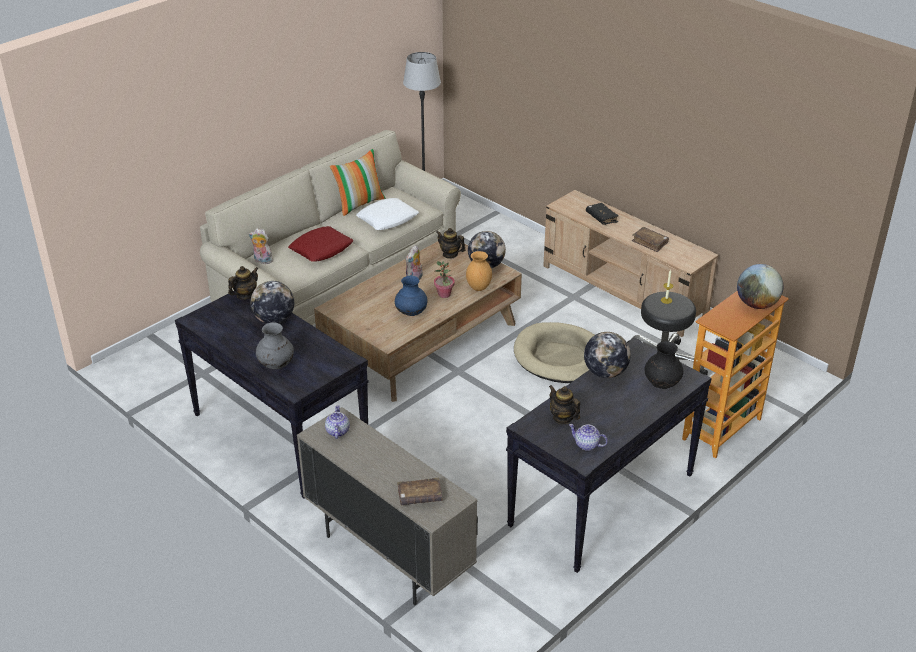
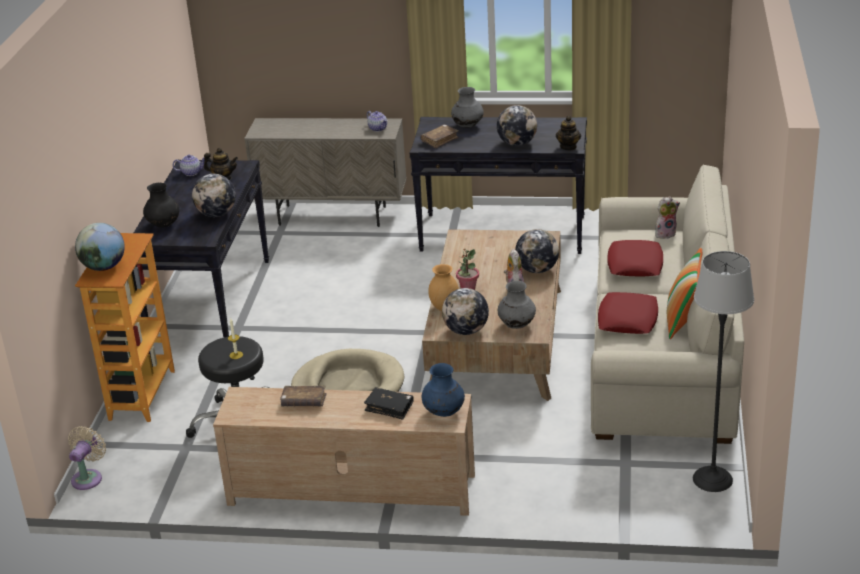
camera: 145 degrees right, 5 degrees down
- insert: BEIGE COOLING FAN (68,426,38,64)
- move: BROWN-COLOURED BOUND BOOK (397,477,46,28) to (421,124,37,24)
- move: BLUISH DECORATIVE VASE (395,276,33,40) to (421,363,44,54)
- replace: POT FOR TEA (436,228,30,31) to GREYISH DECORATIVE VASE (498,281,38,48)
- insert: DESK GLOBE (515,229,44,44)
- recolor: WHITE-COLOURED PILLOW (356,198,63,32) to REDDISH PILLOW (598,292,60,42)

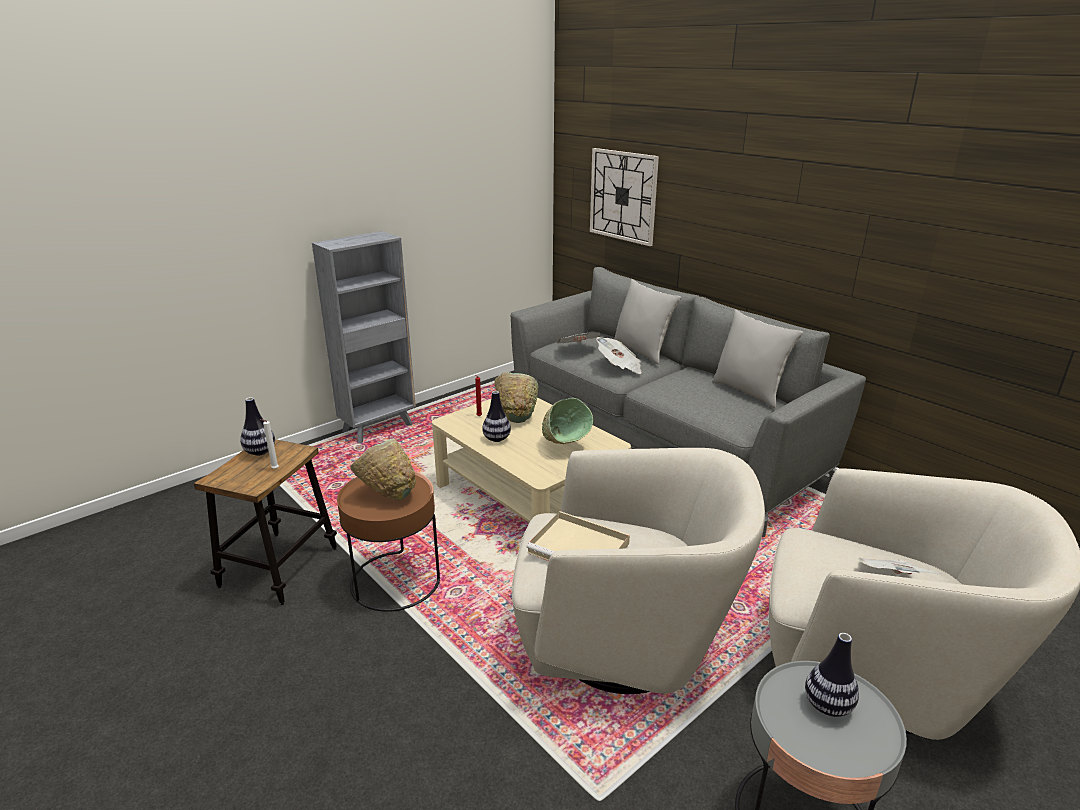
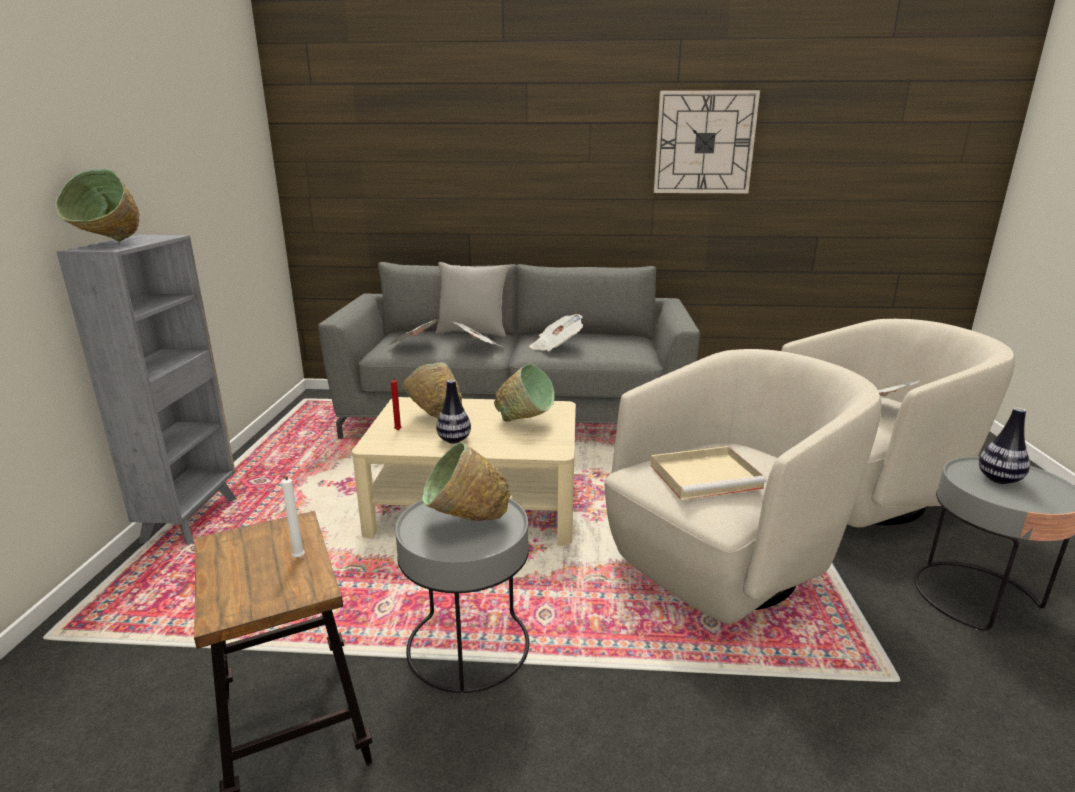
camera: 45 degrees left, 5 degrees down
- insert: GREENISH SERVING BOWL (55,169,84,72)
- recolor: BROWN-COLOURED END TABLE (337,471,103,141) to GREYISH END TABLE (395,498,134,195)
- insert: NEWSPAPER (529,314,54,37)
- move: CLOCK ON THE WALL (590,148,69,98) to (654,90,106,103)
- delete: DECORATIVE VASE (240,397,35,59)
- delete: GREYISH PILLOW (712,310,91,99)

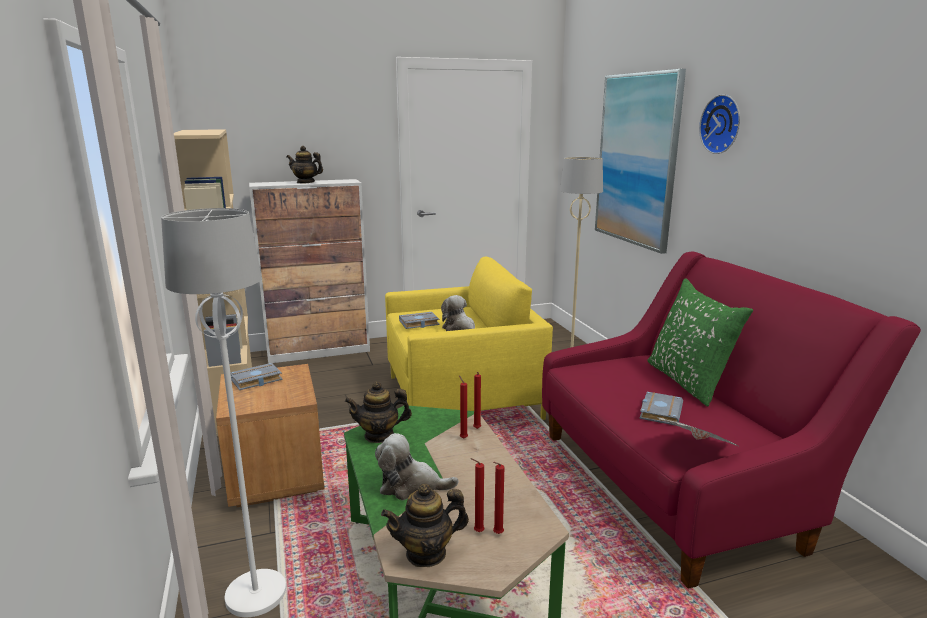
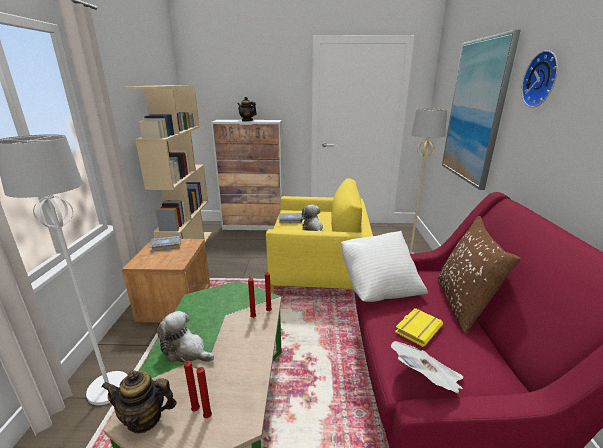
camera: 20 degrees right, 5 degrees up
- insert: WHITE-COLOURED PILLOW (341,231,87,71)
- recolor: GREYISH BOUND BOOK (639,392,44,34) to YELLOW-COLOURED BOUND BOOK (395,308,48,39)
- recolor: GREENISH PILLOW (647,278,106,128) to BROWN-COLOURED PILLOW (438,216,83,118)
- delete: POT FOR TEA (345,381,67,62)

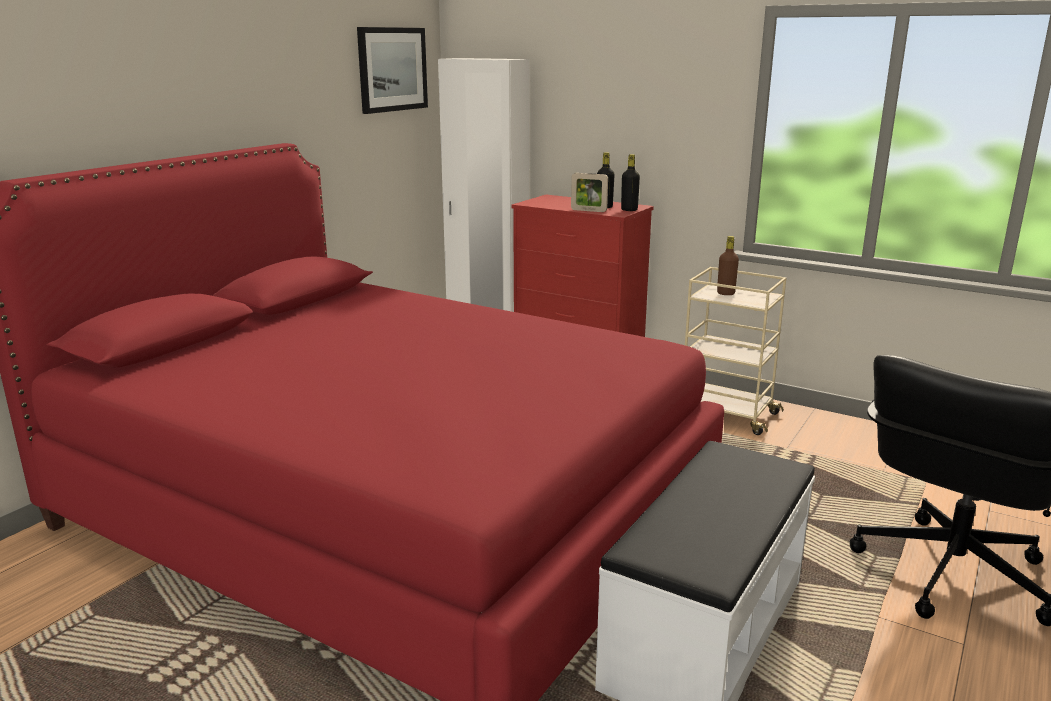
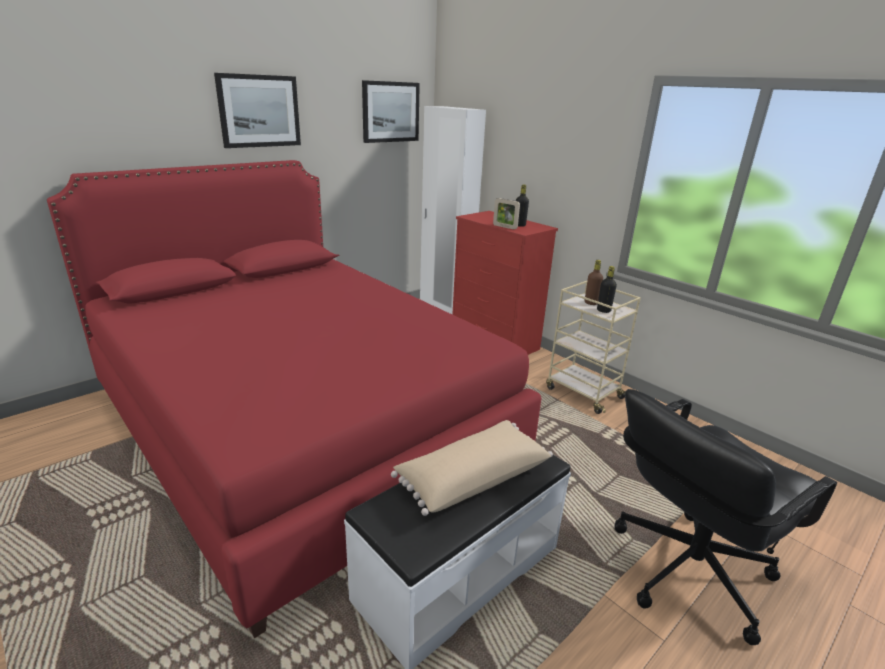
camera: 15 degrees right, 5 degrees up
- insert: WALL PICTURE (214,73,87,75)
- insert: BEIGE PILLOW (391,420,162,96)
- move: BLACKISH DRINK BOTTLE (621,154,19,57) to (597,266,20,47)

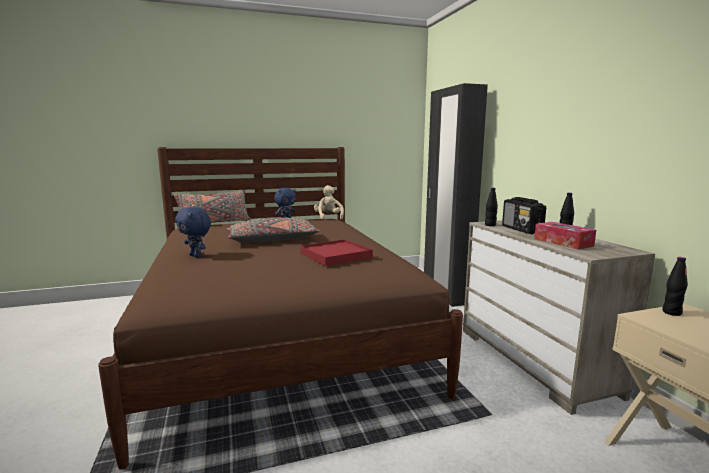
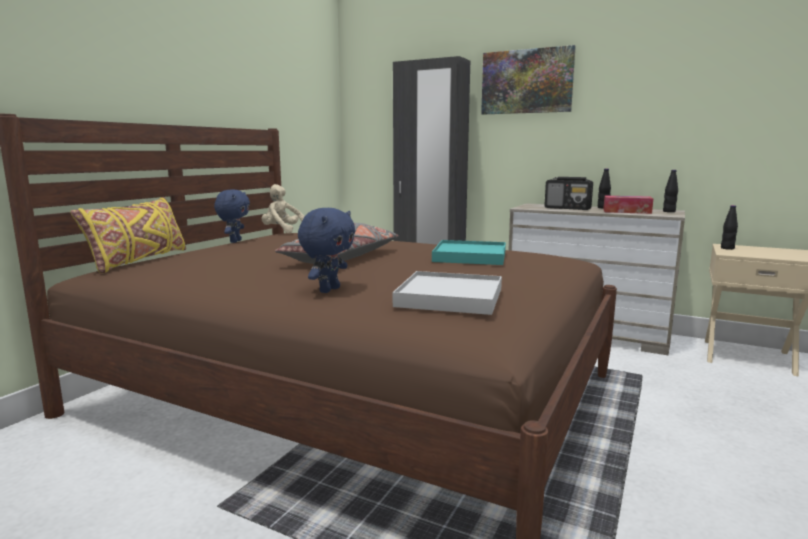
camera: 45 degrees left, 0 degrees up
- recolor: GREYISH PILLOW (174,190,77,33) to YELLOW-COLOURED PILLOW (70,197,116,76)
- rotate: BLUISH SOFT TOY (175,207,36,51) = (298,208,57,85) 60 degrees counterclockwise
- insert: WHITE-COLOURED CARRYING TRAY (393,271,109,44)
- recolor: REDDISH CARRYING TRAY (300,239,73,27) to TURQUOISE-COLOURED CARRYING TRAY (432,240,74,25)
- insert: WALL PICTURE (481,45,95,69)
- move: BLACKISH DRINK BOTTLE (485,188,13,38) to (663,170,15,42)

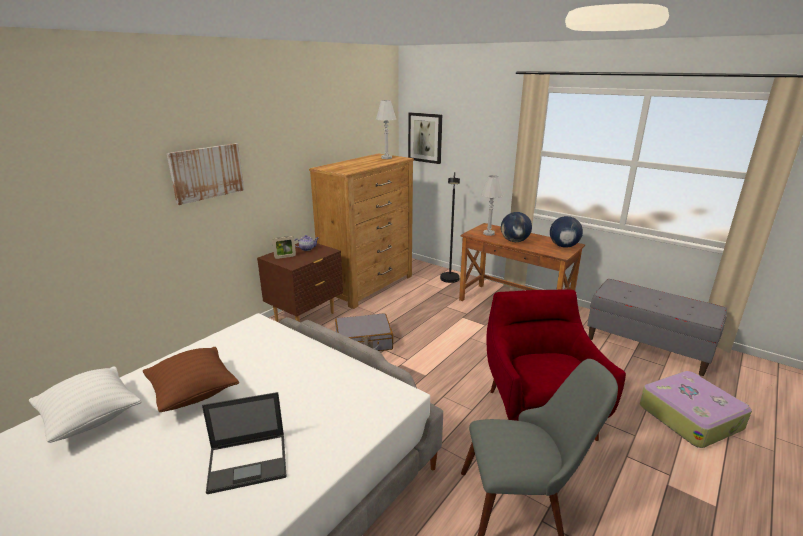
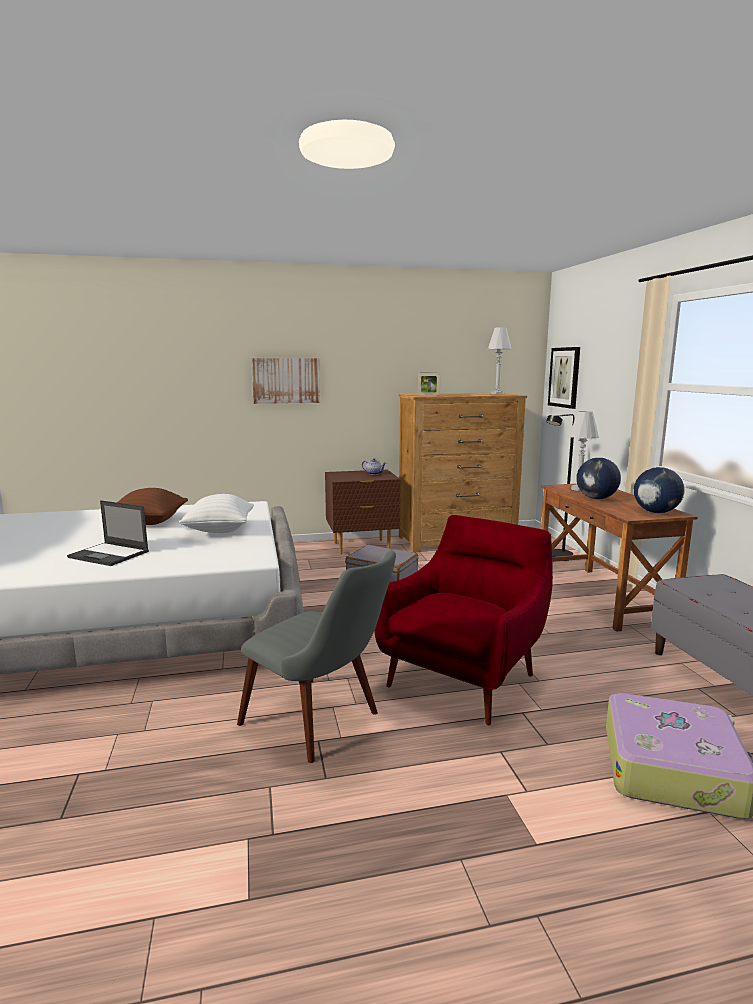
camera: 40 degrees right, 10 degrees down
- move: WHITE-COLOURED PILLOW (29,366,113,77) to (179,494,75,39)
- move: PHOTO FRAME (272,236,24,23) to (418,373,22,23)

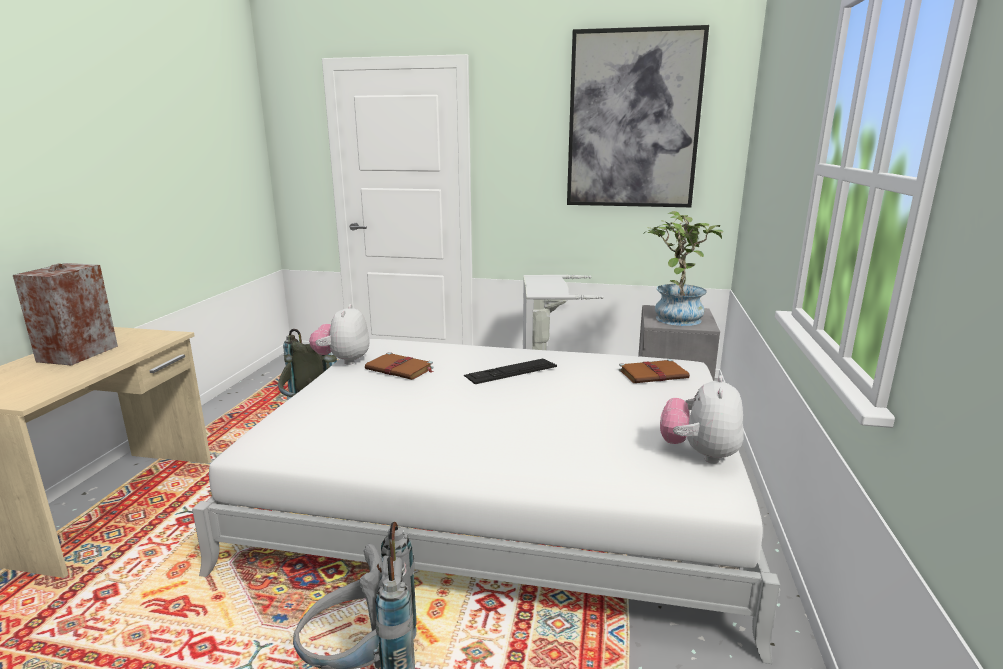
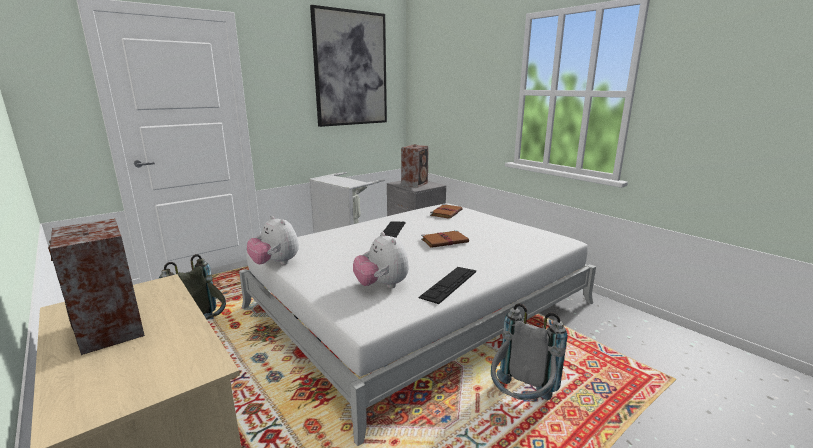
camera: 50 degrees left, 0 degrees up
- move: SOFT TOY (660,375,84,89) to (353,232,56,56)
- replace: POTTED PLANT (643,211,80,115) to LOUDSPEAKER (401,144,28,44)
- insert: PC KEYBOARD (418,267,58,37)
- move: BROWN-COLOURED BOUND BOOK (365,352,69,28) to (421,230,48,18)

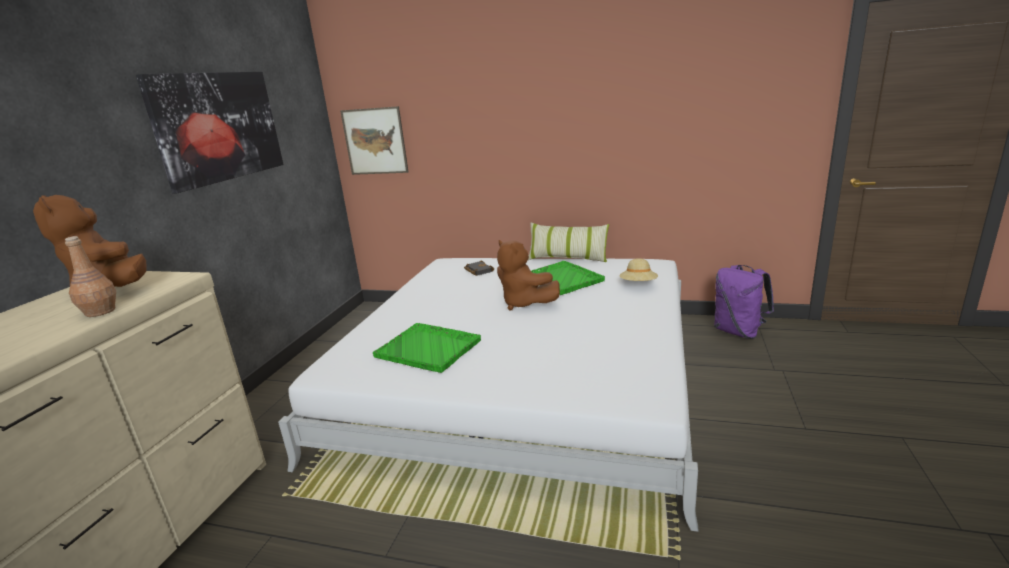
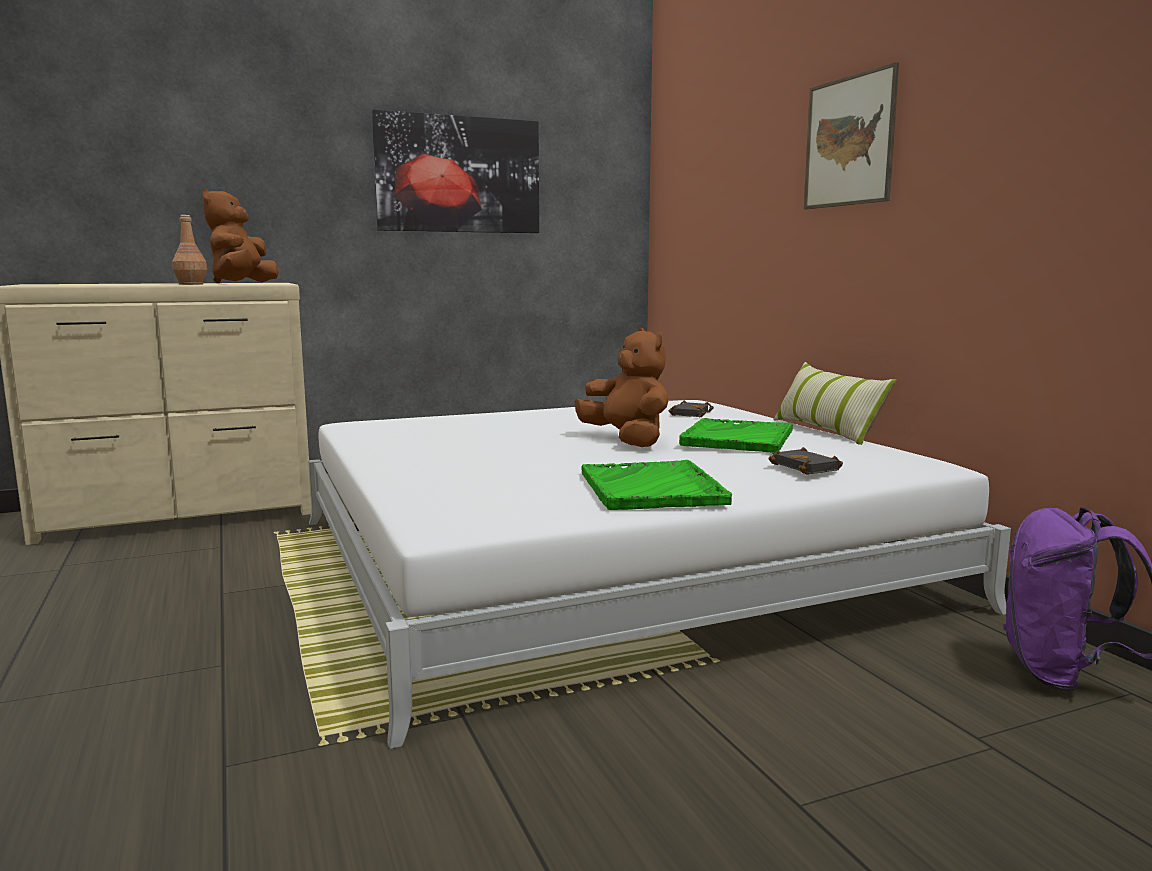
camera: 50 degrees right, 10 degrees down
- rotate: BROWN-COLOURED SOFT TOY (497,240,63,70) = (574,328,94,119) 135 degrees clockwise
- move: GREENISH CARRYING TRAY (373,323,108,50) to (581,460,151,50)
- replace: BEIGE WEARABLE HAT (619,258,39,23) to BLACKISH BOUND BOOK (768,447,75,28)
- move: WALL PICTURE (340,106,69,69) to (804,62,95,147)

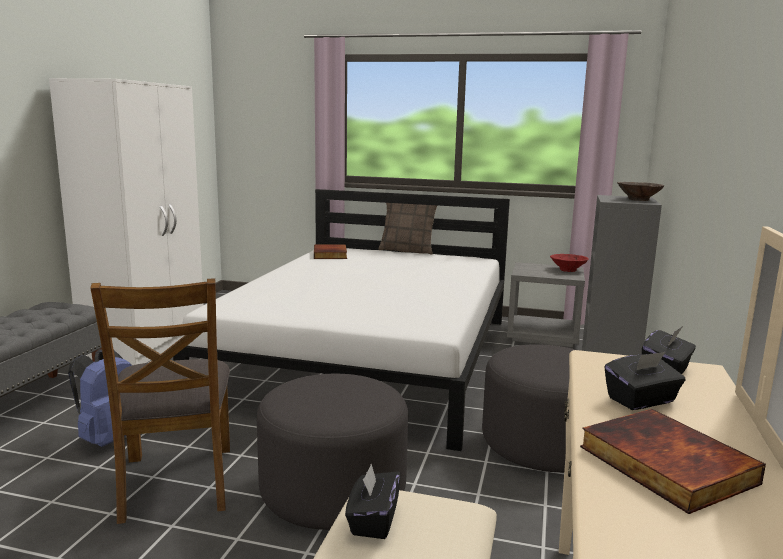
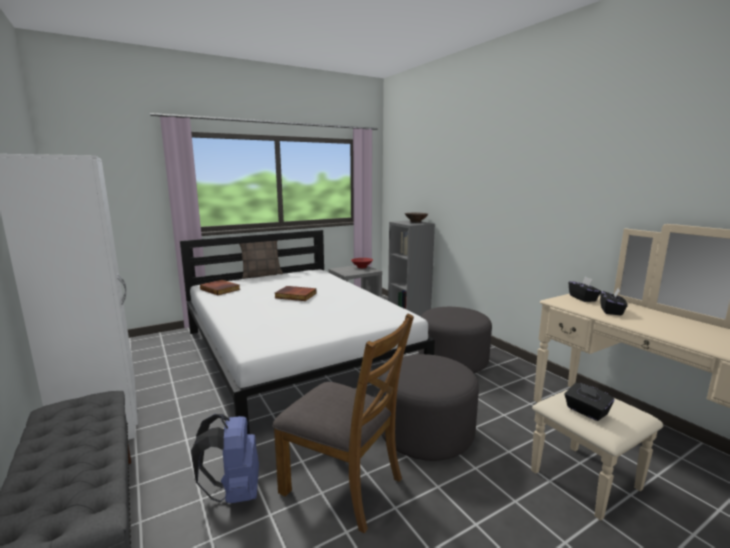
camera: 45 degrees left, 0 degrees up
- move: BOUND BOOK (580,409,186,105) to (275,286,42,15)

